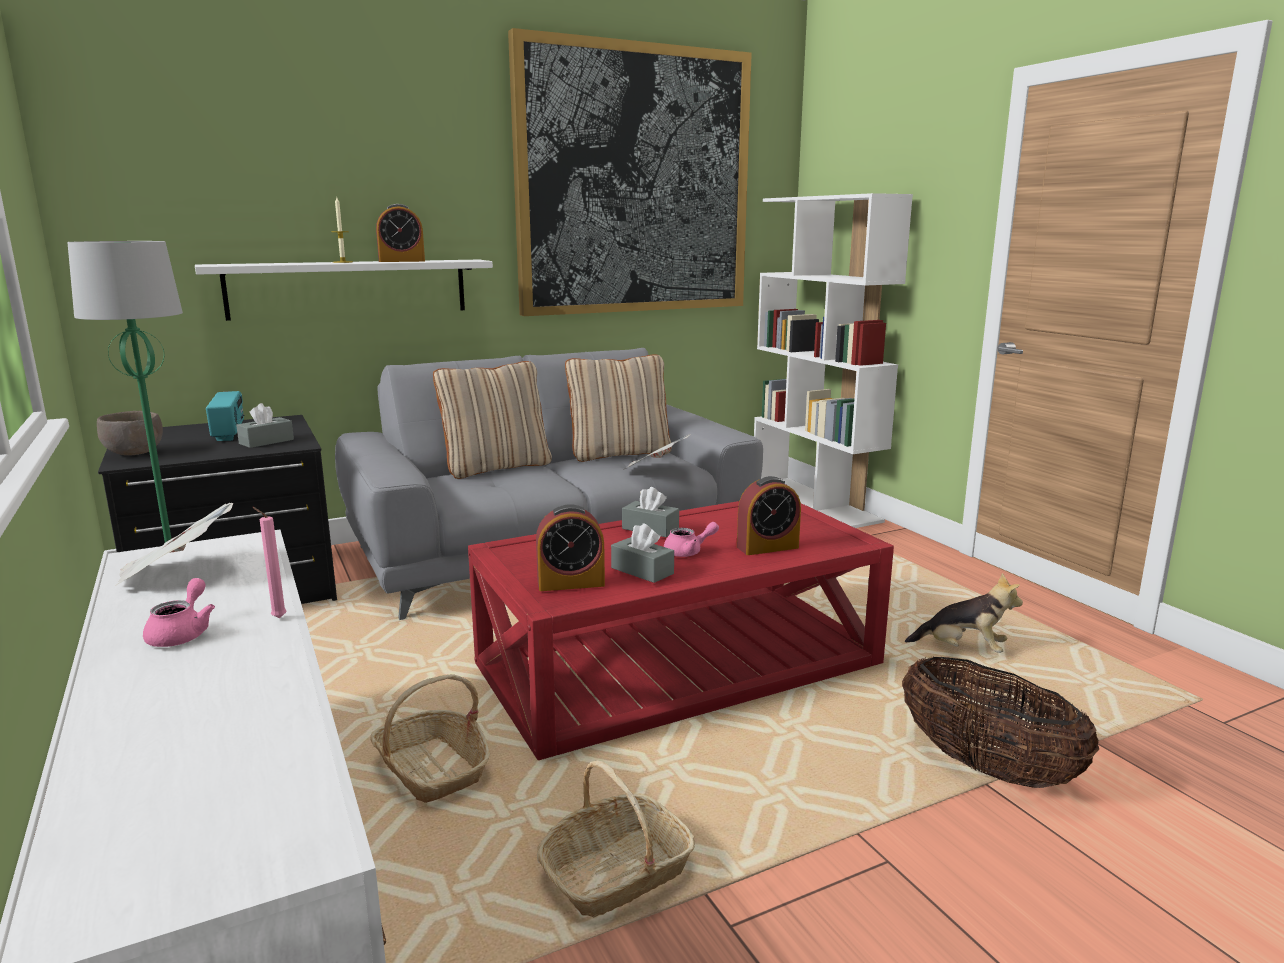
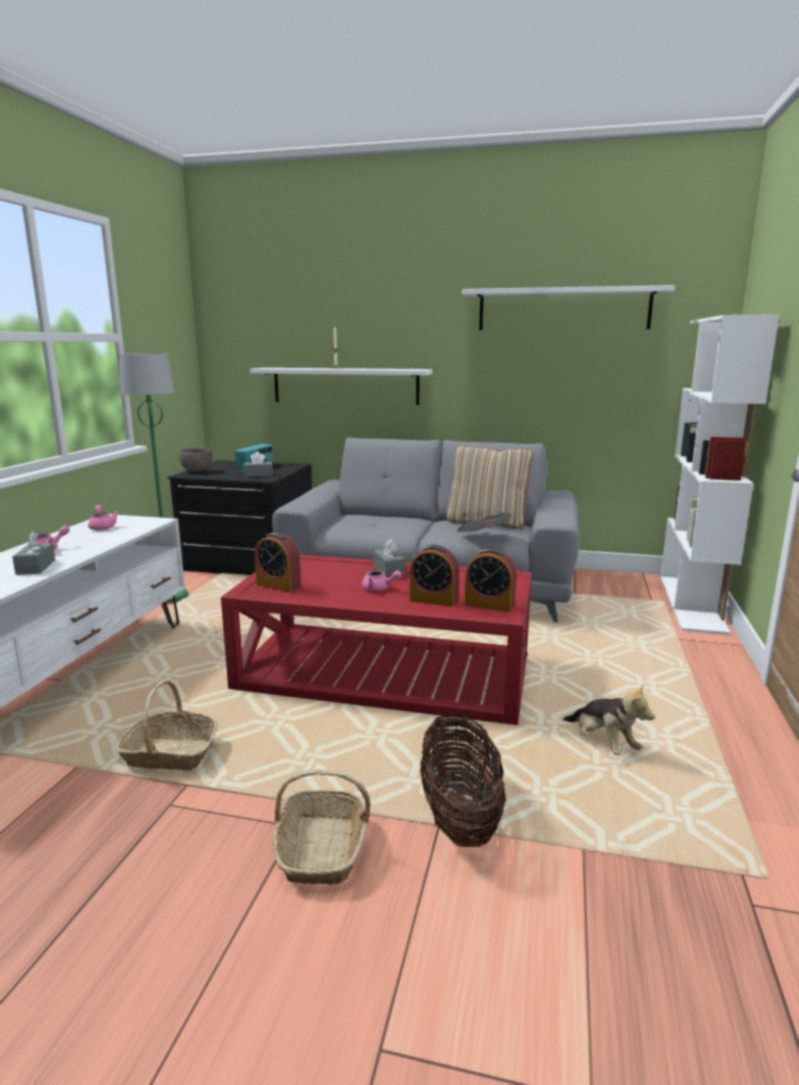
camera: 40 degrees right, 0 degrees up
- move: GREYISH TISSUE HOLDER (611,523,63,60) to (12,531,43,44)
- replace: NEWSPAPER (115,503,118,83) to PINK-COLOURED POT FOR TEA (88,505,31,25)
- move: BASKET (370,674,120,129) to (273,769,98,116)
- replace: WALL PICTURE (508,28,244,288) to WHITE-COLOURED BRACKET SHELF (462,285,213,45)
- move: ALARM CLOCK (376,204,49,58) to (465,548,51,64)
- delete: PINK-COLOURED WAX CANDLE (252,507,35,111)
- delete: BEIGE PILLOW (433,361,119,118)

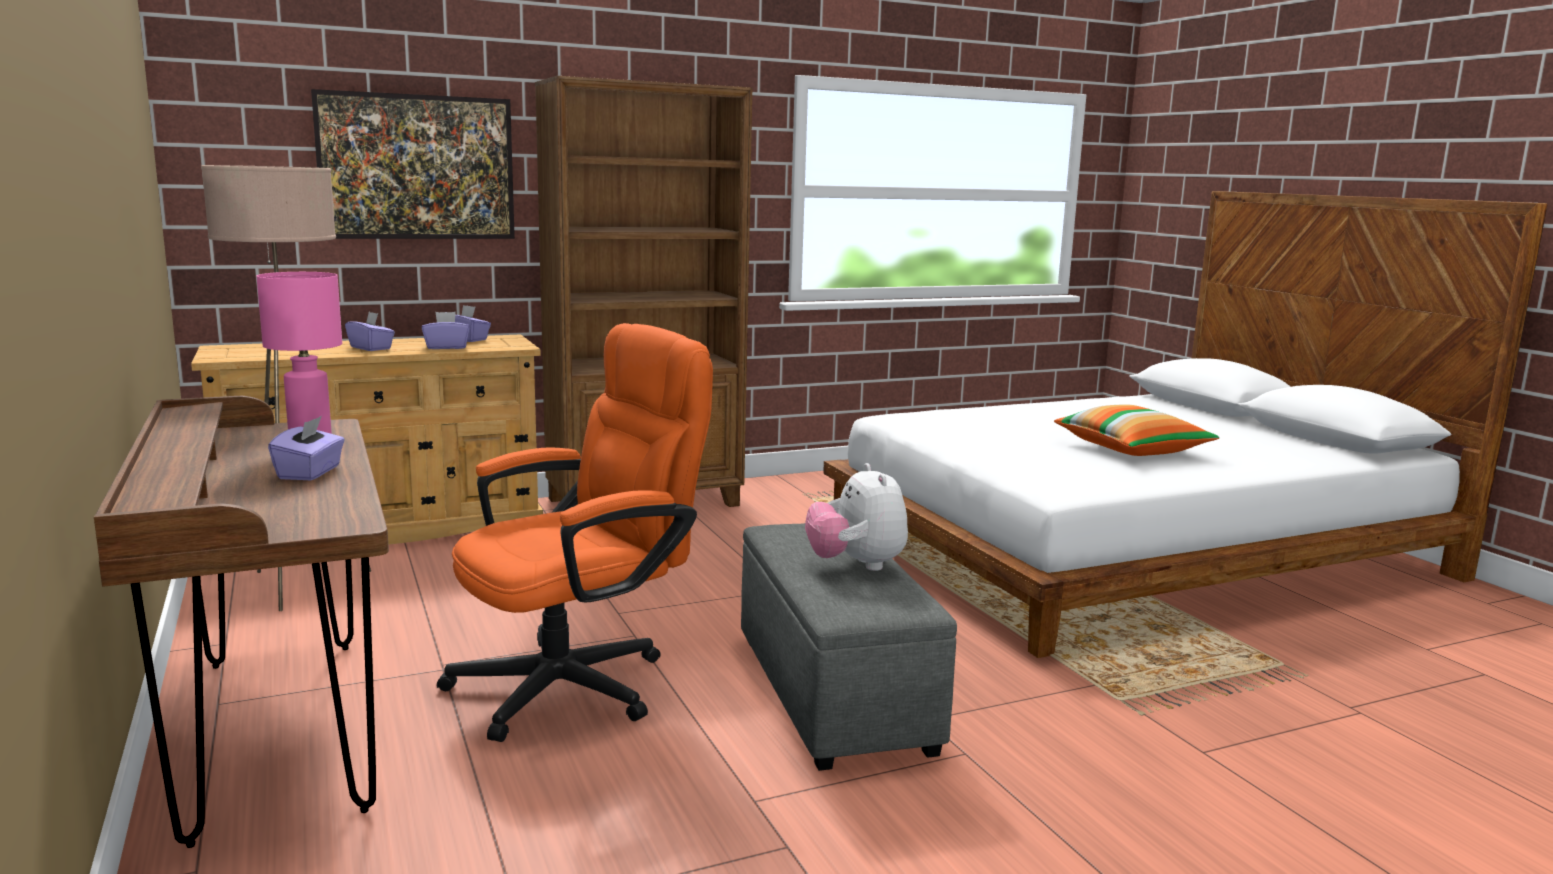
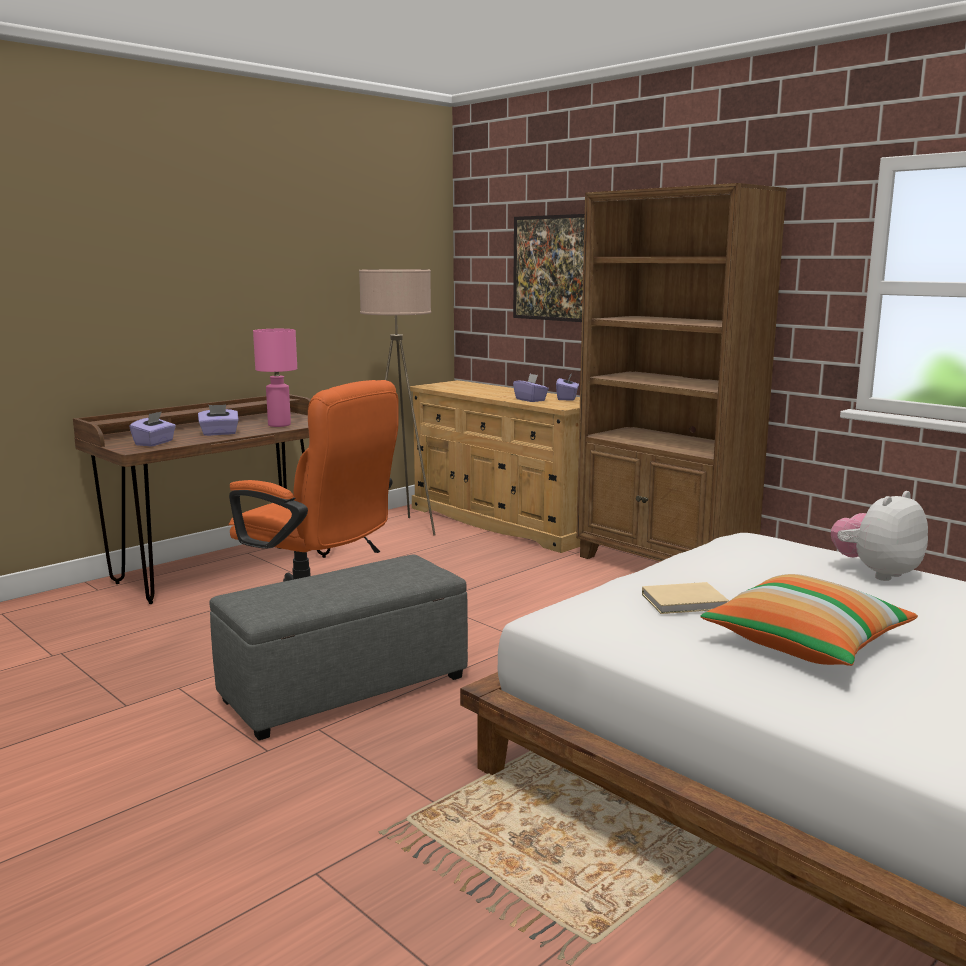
camera: 70 degrees right, 0 degrees up
- move: PURPLE-COLOURED TISSUE HOLDER (345,312,50,39) to (129,411,47,35)
- insert: BEIGE BOUND BOOK (642,582,87,32)
- move: SOFT TOY (805,463,103,108) to (831,491,97,90)

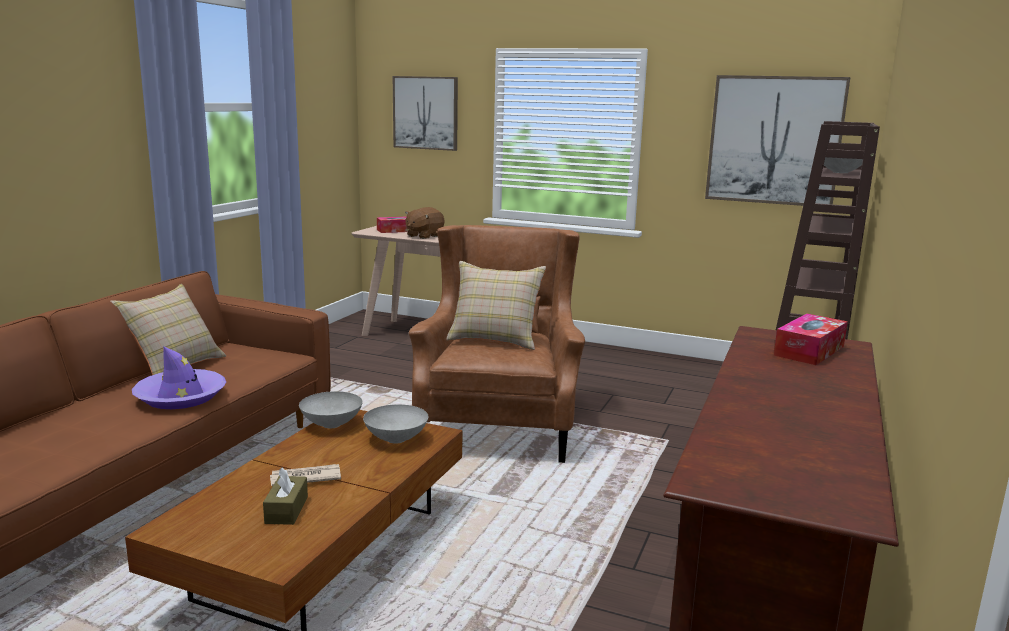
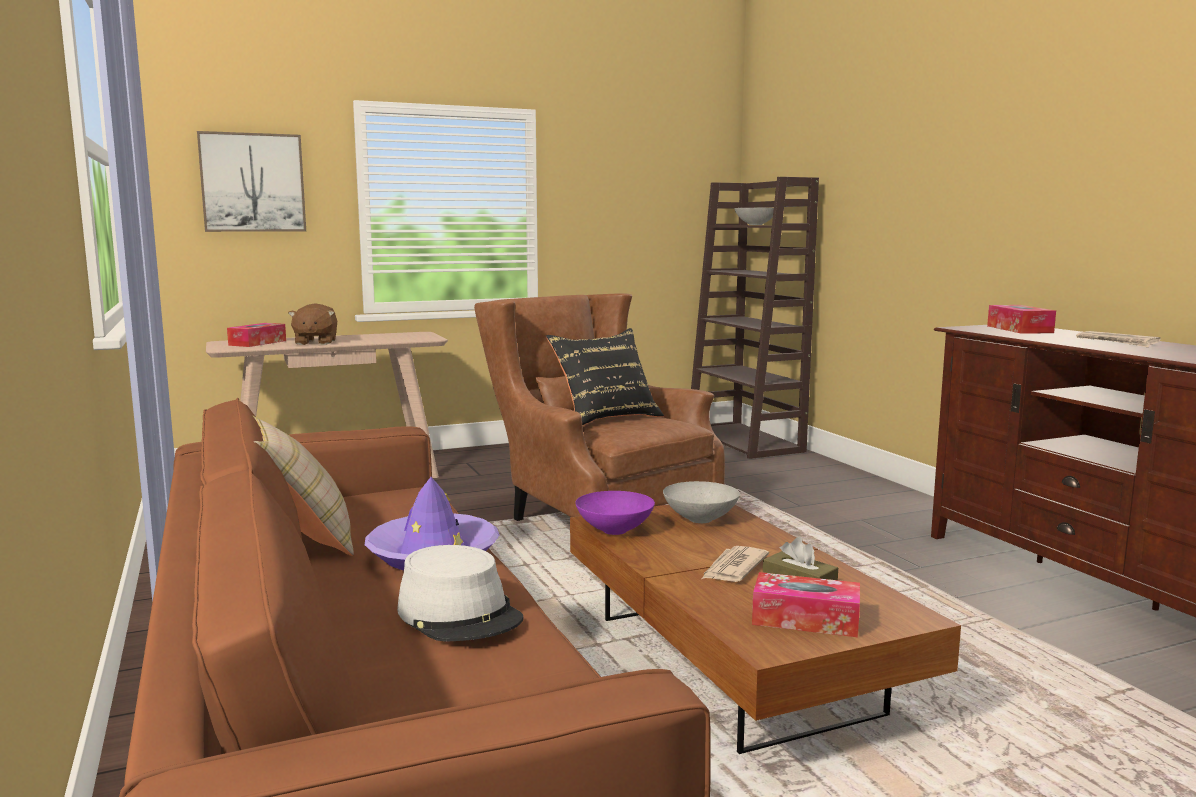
camera: 45 degrees left, 5 degrees down
- insert: GREYISH WEARABLE HAT (397,545,126,97)
- recolor: BEIGE PILLOW (446,261,100,89) to BLACKISH PILLOW (546,328,118,97)
- recolor: GREYISH SERVING BOWL (299,391,64,37) to PURPLE-COLOURED SERVING BOWL (575,491,80,44)
- insert: TISSUE HOLDER (752,572,108,65)
- insert: NEWSPAPER (1076,331,85,16)
- delete: WALL PICTURE (705,75,145,131)

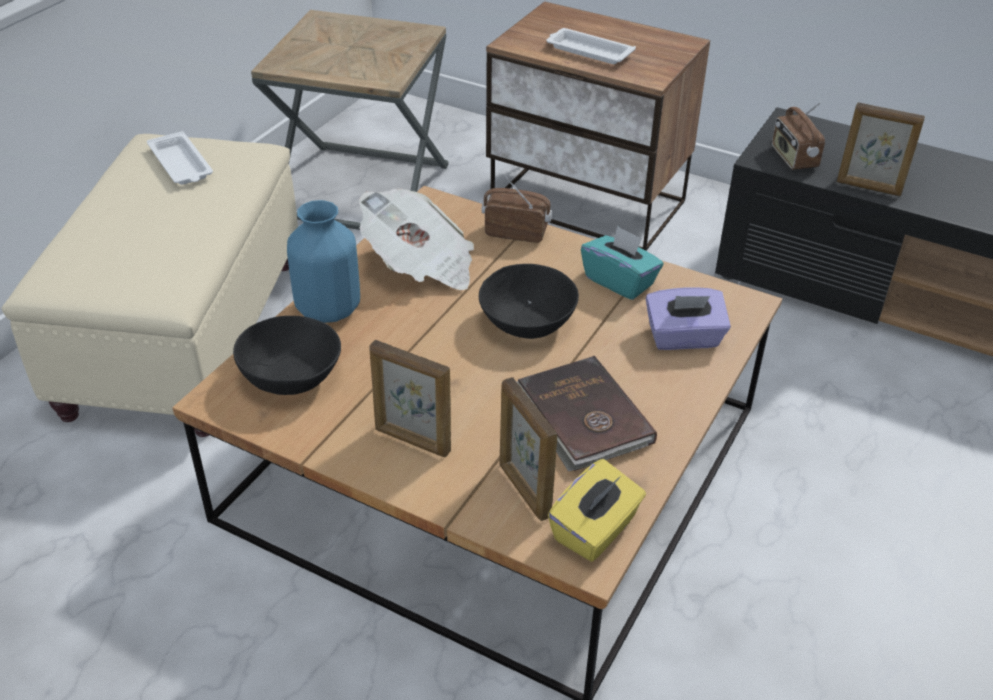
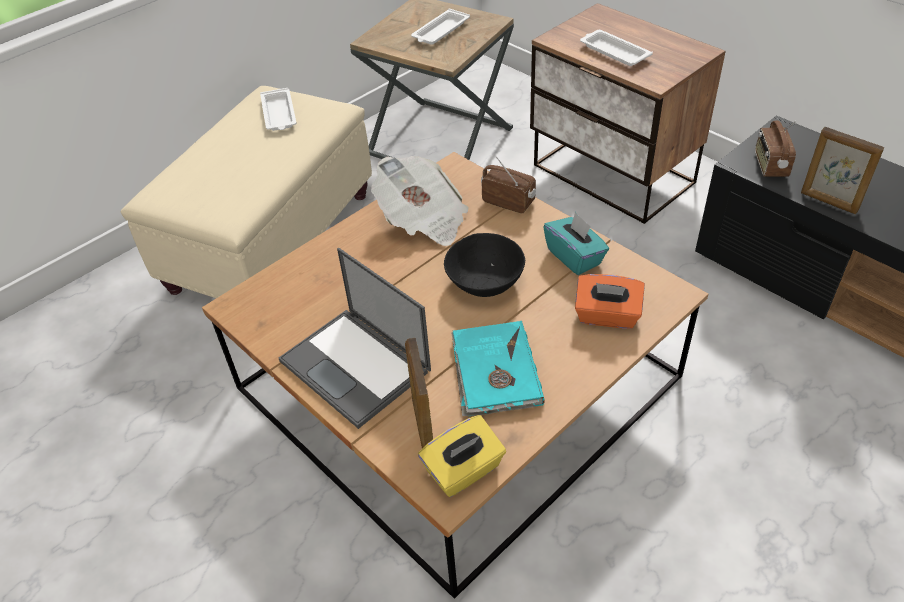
camera: 20 degrees right, 5 degrees up
- replace: PHOTO FRAME (369,340,82,117) to LAPTOP (279,248,152,181)
- insert: WHITE-COLOURED CARRYING TRAY (411,8,59,37)
- recolor: BROWN-COLOURED BOUND BOOK (517,356,140,115) to TURQUOISE-COLOURED BOUND BOOK (451,321,94,95)
- recolor: PURPLE-COLOURED TISSUE HOLDER (646,287,85,63) to ORANGE-COLOURED TISSUE HOLDER (575,274,70,55)
- delete: BLACKISH SERVING BOWL (233,316,108,79)
- delete: BLUISH DECORATIVE VASE (287,200,73,123)

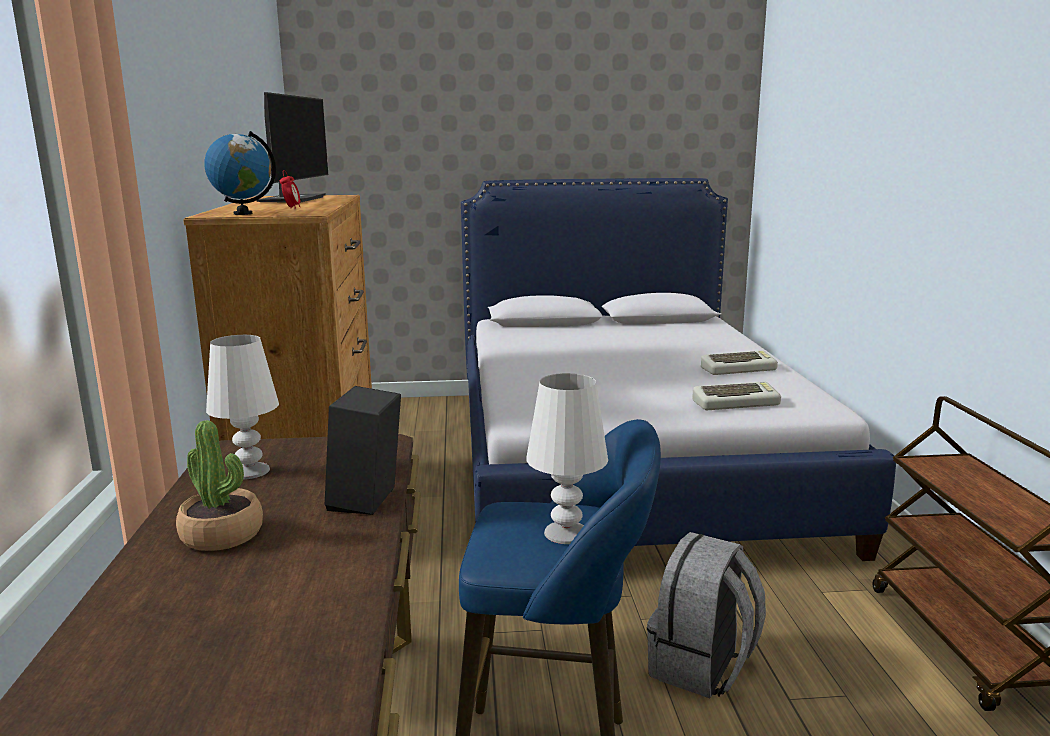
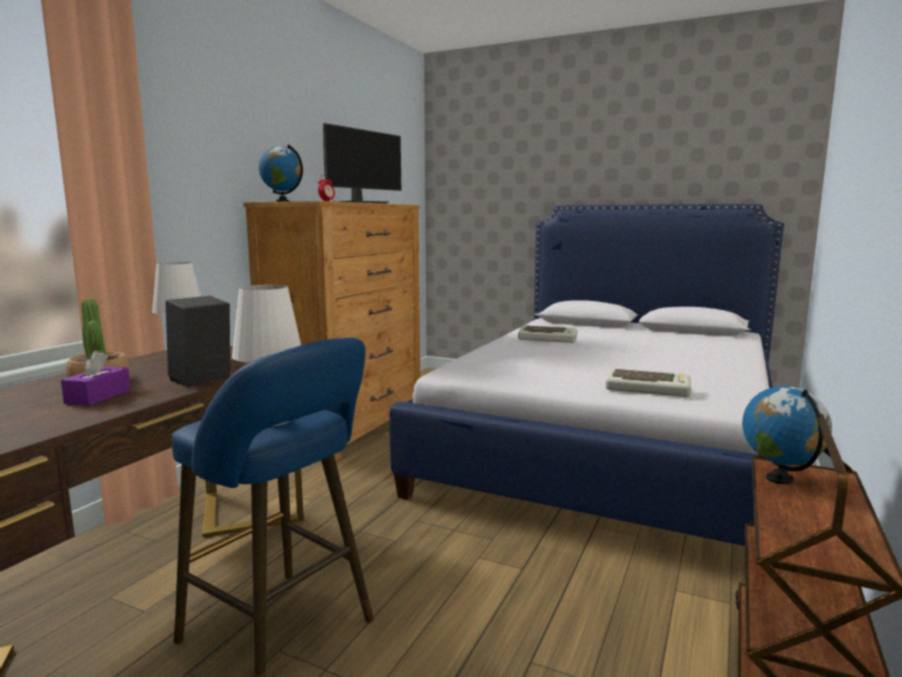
camera: 30 degrees right, 5 degrees down
- insert: PURPLE-COLOURED TISSUE HOLDER (61,351,70,55)
- move: PC KEYBOARD (701,350,77,25) to (518,325,59,18)
- insert: DESK GLOBE (742,386,90,98)
- delete: GREYISH RUCKSACK (647,532,119,166)

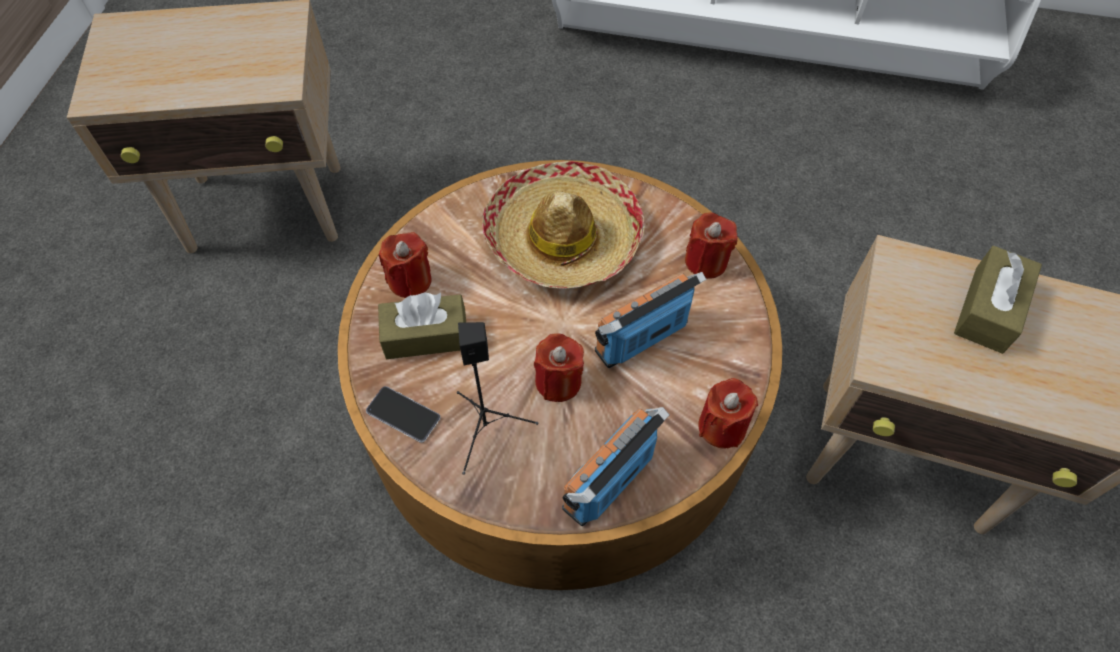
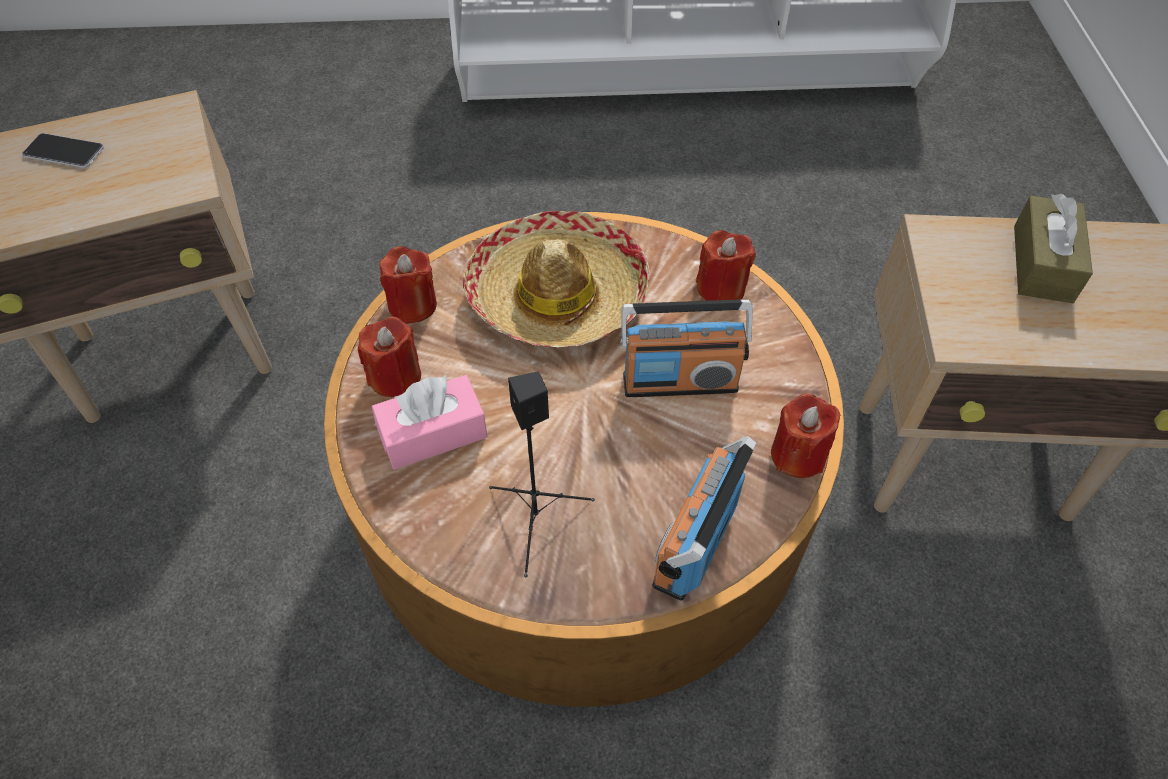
camera: 15 degrees left, 5 degrees down
- move: TELEPHONE (366,386,75,57) to (22,133,82,35)
- recolor: BROWN-COLOURED TISSUE HOLDER (378,293,88,66) to PINK-COLOURED TISSUE HOLDER (372,375,116,95)
- move: REDDISH WAX CANDLE (534,333,50,69) to (379,246,58,78)
- rotate: RADIO (595,272,111,96) = (621,299,132,98) 135 degrees counterclockwise

